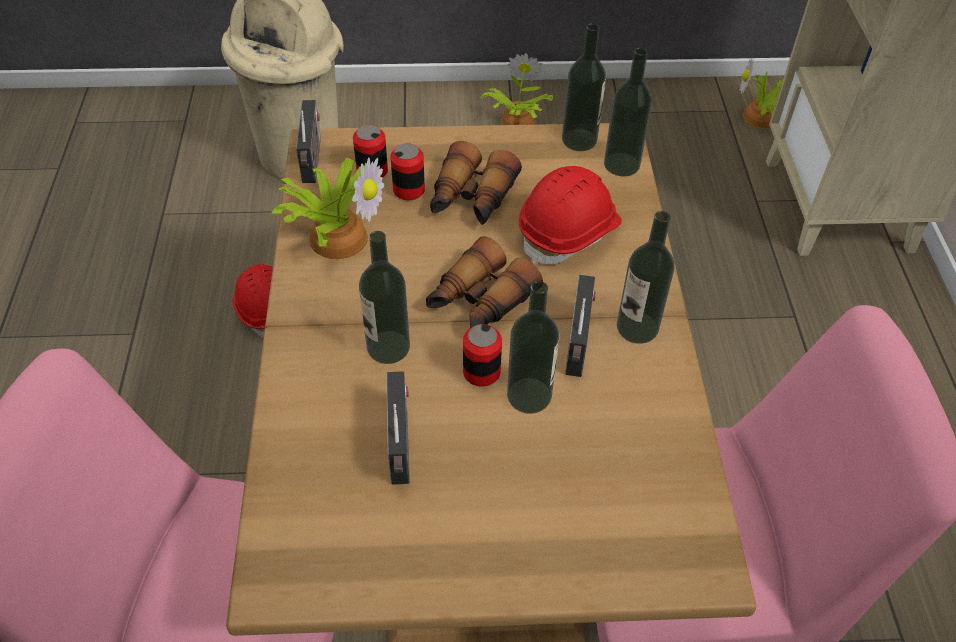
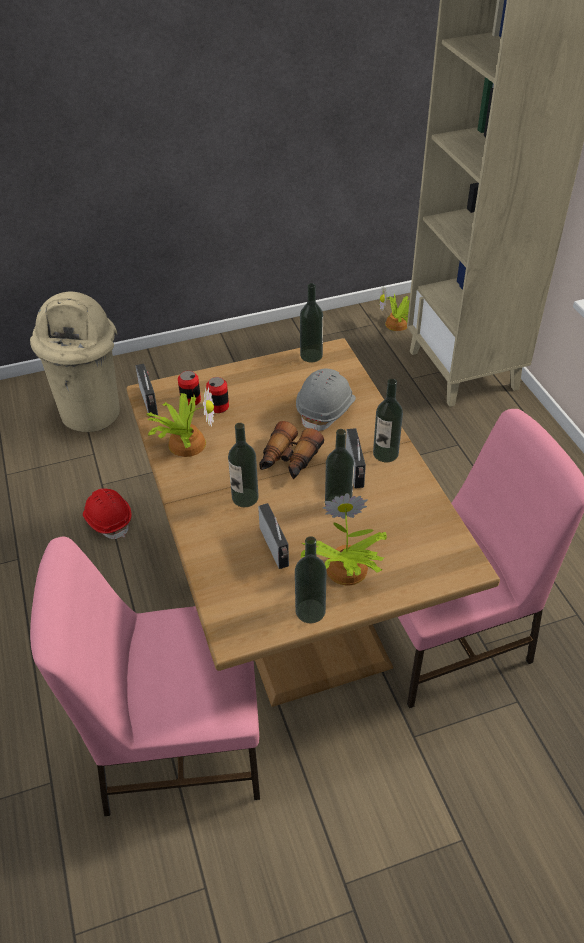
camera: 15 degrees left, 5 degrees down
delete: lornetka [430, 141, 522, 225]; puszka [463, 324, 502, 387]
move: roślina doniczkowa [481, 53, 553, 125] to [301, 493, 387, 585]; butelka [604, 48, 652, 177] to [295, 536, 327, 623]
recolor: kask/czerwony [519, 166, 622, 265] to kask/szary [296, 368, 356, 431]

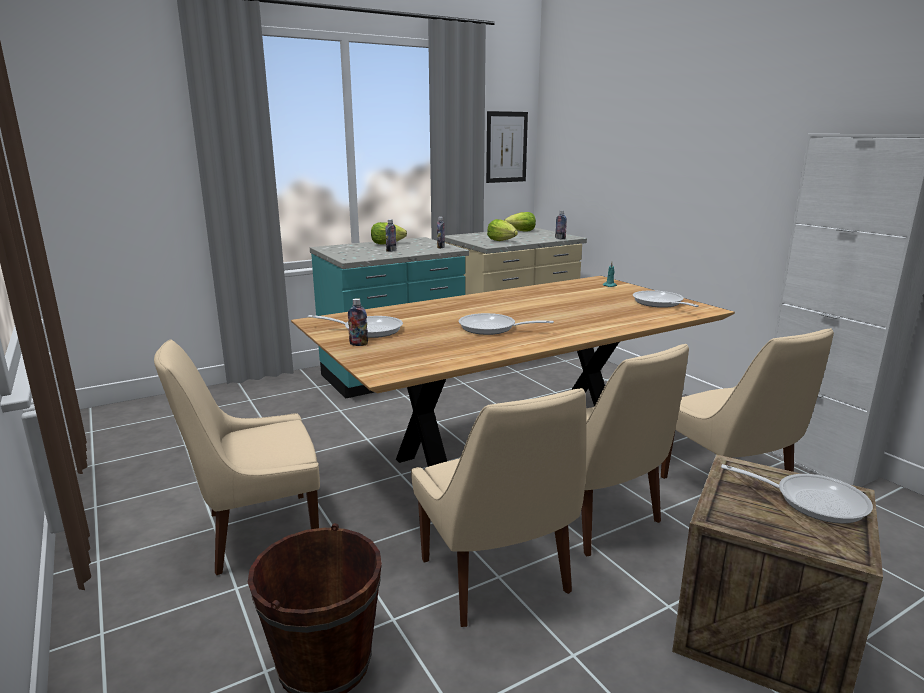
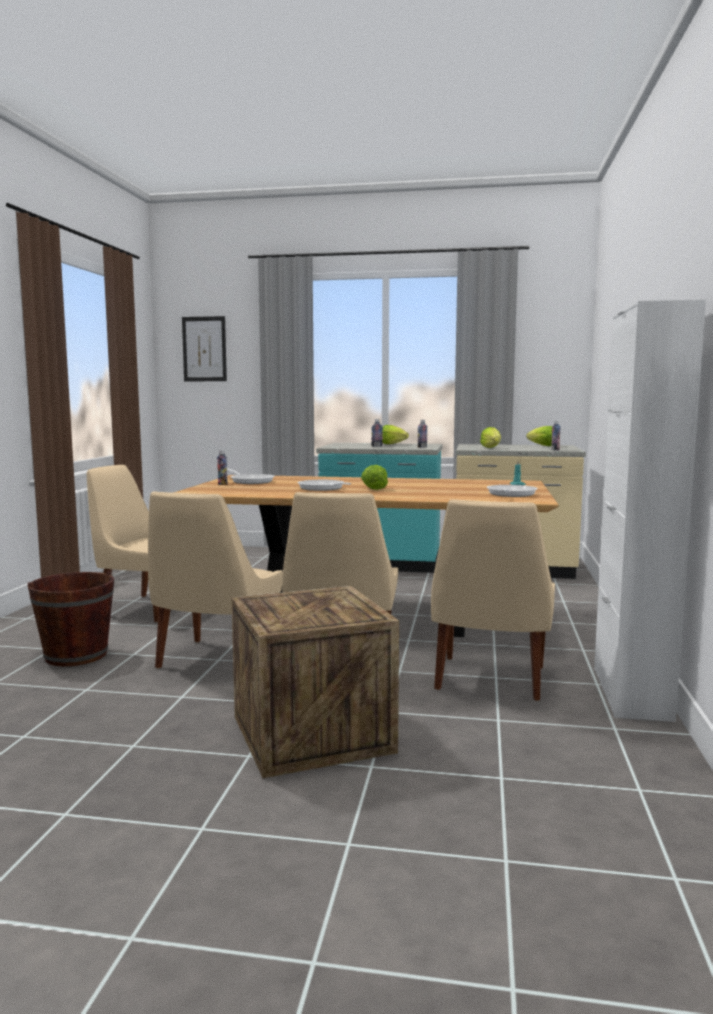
camera: 40 degrees right, 10 degrees down
delete: patelnia [721, 464, 873, 524]
insert: sałata [361, 465, 388, 490]
move: obraz [486, 111, 528, 183] to [182, 316, 227, 381]

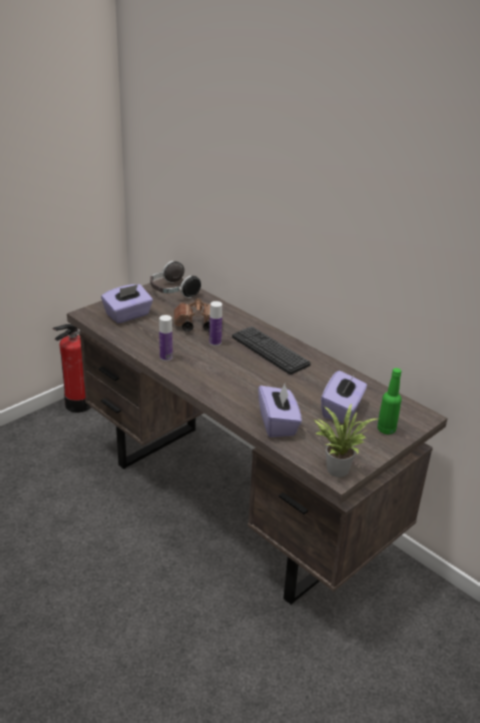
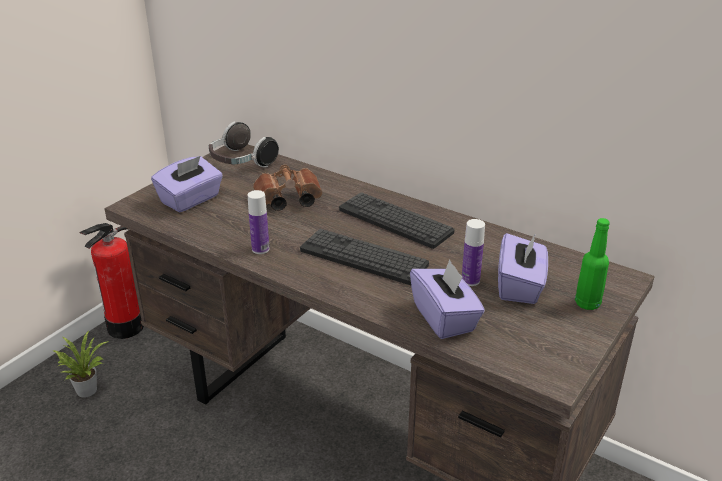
camera: 10 degrees left, 0 degrees up
insert: klawiatura [300, 229, 429, 285]
move: butelka [209, 301, 222, 346] to [462, 219, 485, 286]; roślina doniczkowa [314, 403, 379, 477] to [51, 330, 109, 398]

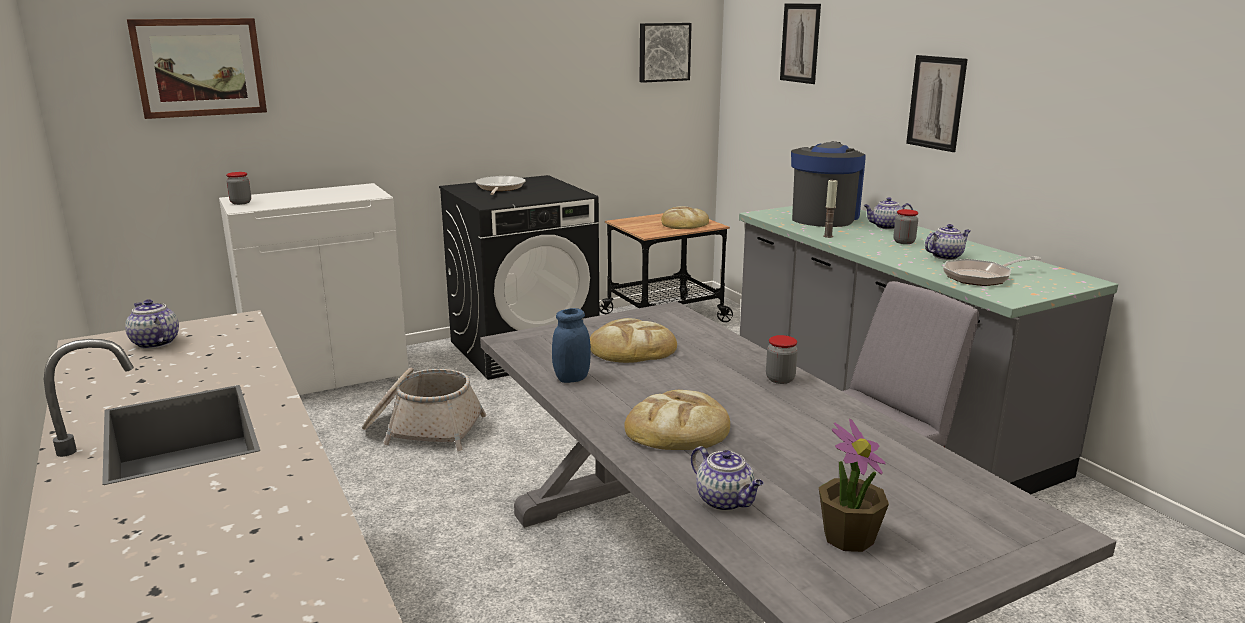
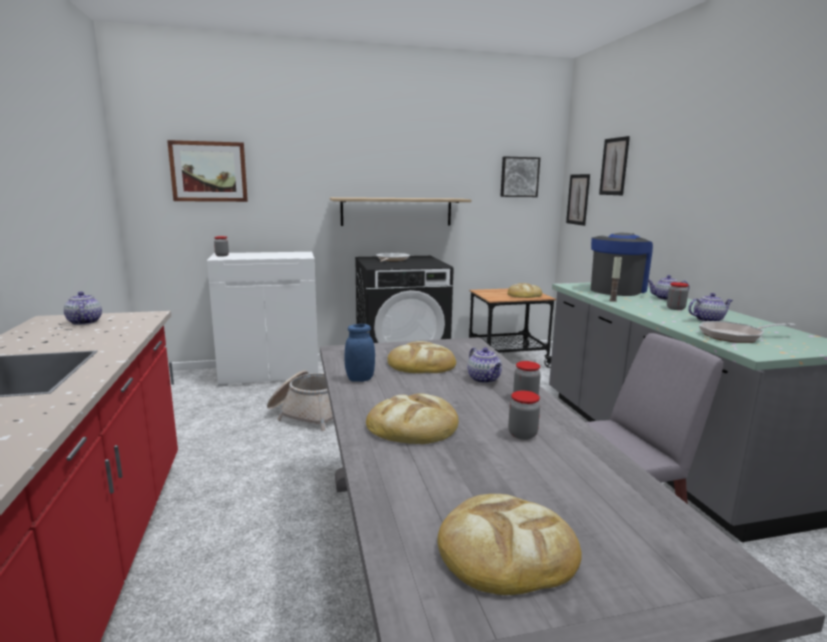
camera: 15 degrees right, 5 degrees down
insert: półka [330, 197, 471, 226]; słoik [508, 391, 540, 440]
move: imbryk [691, 446, 764, 511] to [467, 348, 502, 383]; obraz [906, 55, 968, 152] to [566, 174, 590, 226]
replace: roślina doniczkowa [819, 419, 889, 552] to chleb [437, 494, 582, 595]

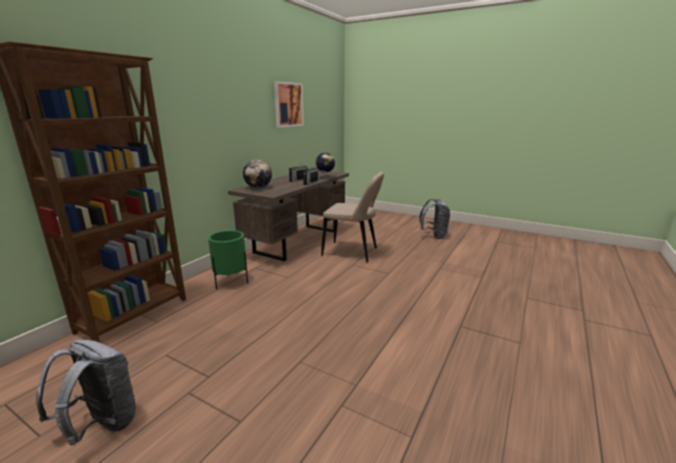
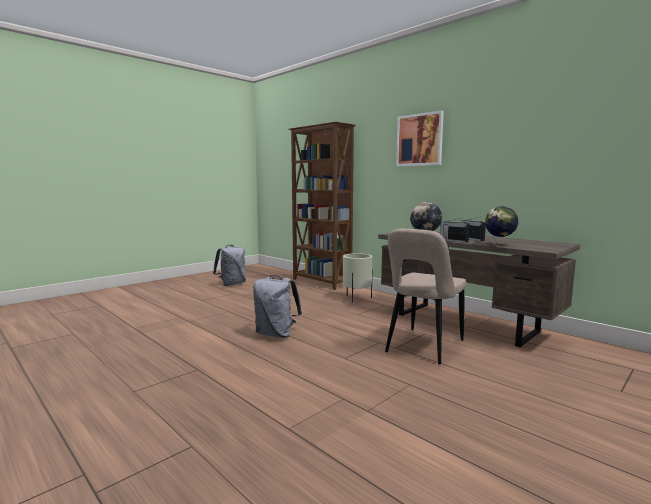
camera: 105 degrees right, 10 degrees down
move: obraz [274, 81, 304, 128] to [396, 110, 444, 166]; plecak/szary [419, 198, 450, 239] to [253, 275, 302, 338]
recolor: donica/zielony [208, 230, 248, 289] to donica/beżowy [343, 253, 372, 303]

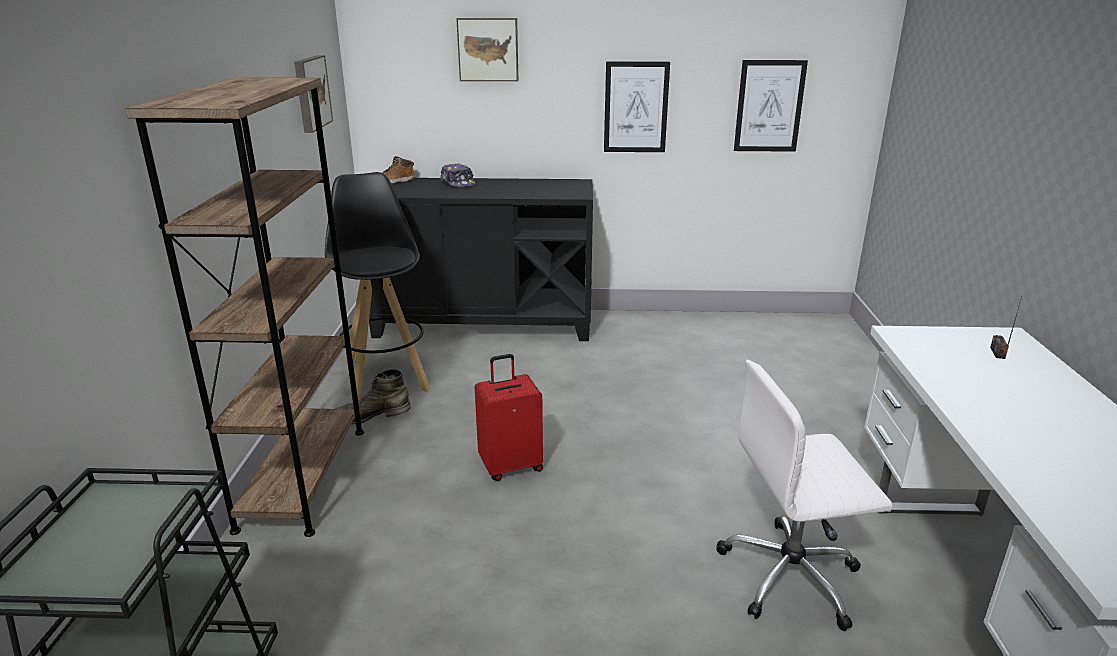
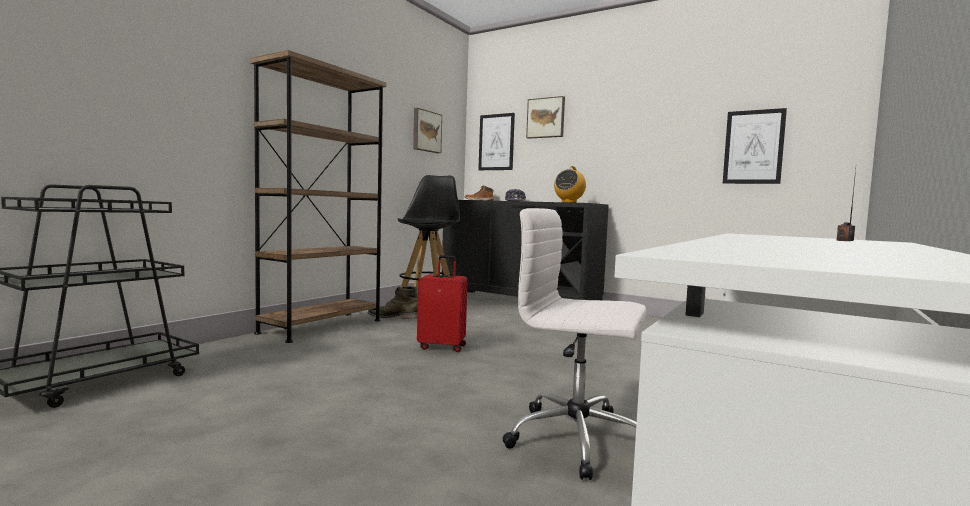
camera: 30 degrees right, 20 degrees down
insert: radio [554, 166, 586, 203]
move: obraz [604, 61, 670, 152] to [478, 113, 515, 170]

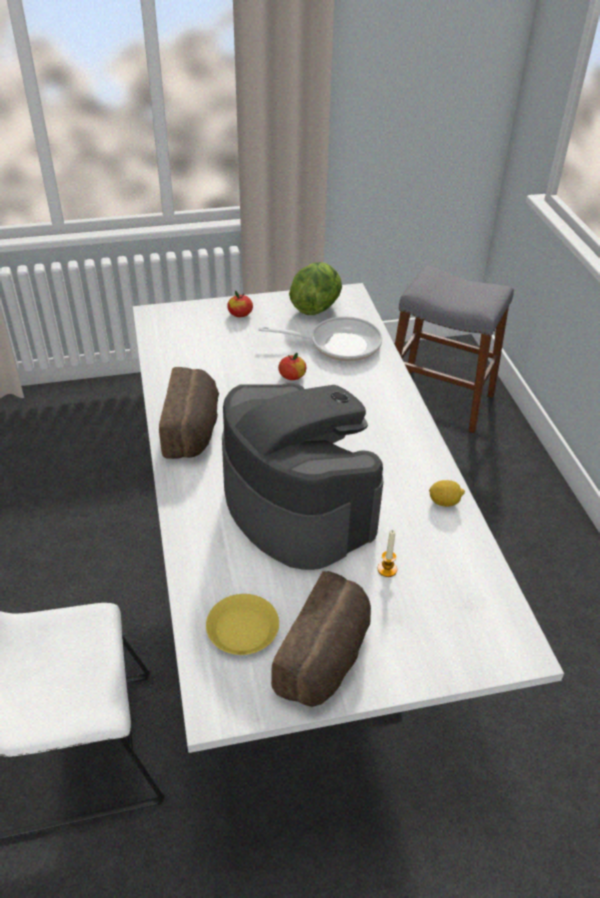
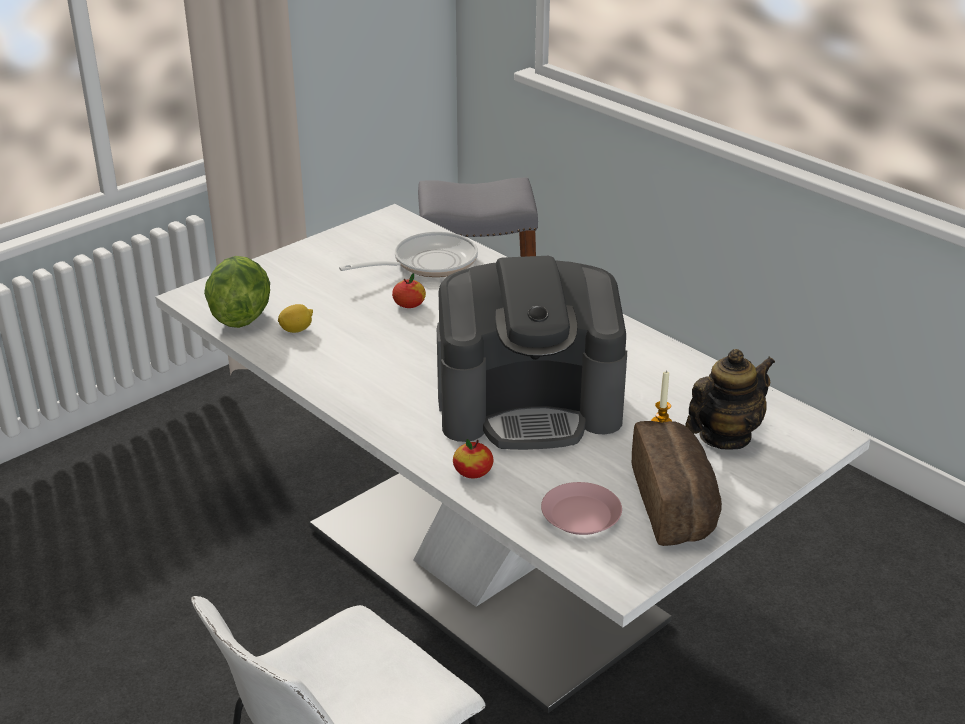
camera: 30 degrees left, 10 degrees down
delete: chleb [159, 367, 219, 459]
insert: imbryk [685, 349, 775, 450]
move: jabłko [227, 291, 253, 317] to [453, 439, 494, 478]; sałata [289, 262, 342, 315] to [204, 256, 270, 328]; cytryna [429, 480, 465, 507] to [278, 304, 313, 333]
recolor: talerz/żółty [206, 594, 279, 655] to talerz/różowy [541, 482, 622, 535]
rotate: ekspres do kawy [222, 383, 384, 570] = [437, 256, 627, 450] 150 degrees clockwise

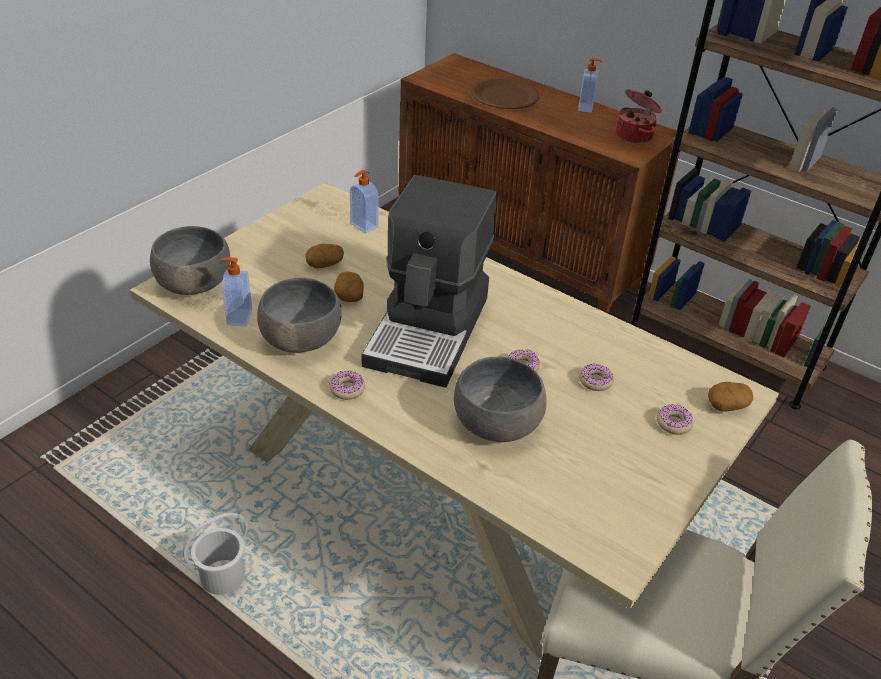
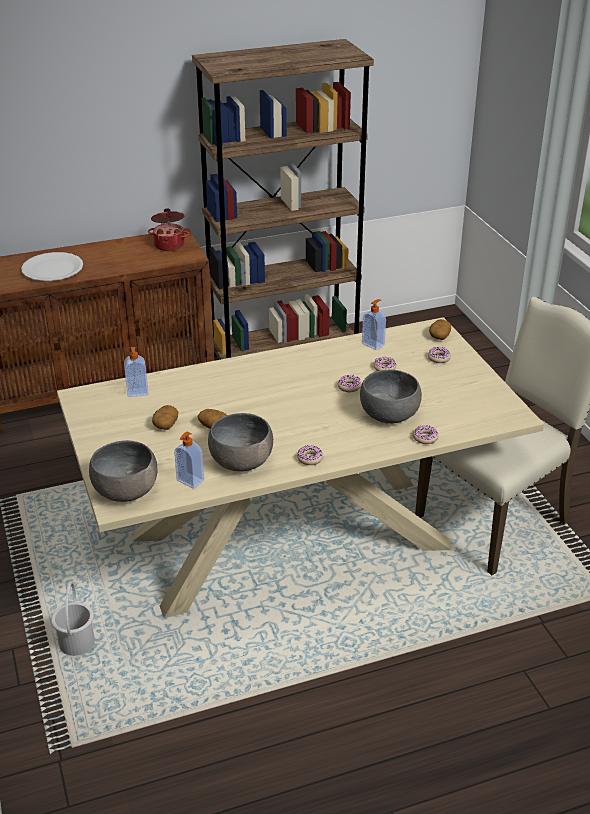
camera: 55 degrees left, 5 degrees down
delete: ekspres do kawy [361, 175, 497, 388]
insert: donut [413, 425, 439, 444]
move: wiadro/biały [183, 513, 248, 595] to [52, 582, 95, 656]; dozownik mydła [578, 58, 602, 113] to [362, 299, 386, 350]
recolor: talerz/brązowy [471, 78, 539, 109] to talerz/biały [21, 252, 83, 281]

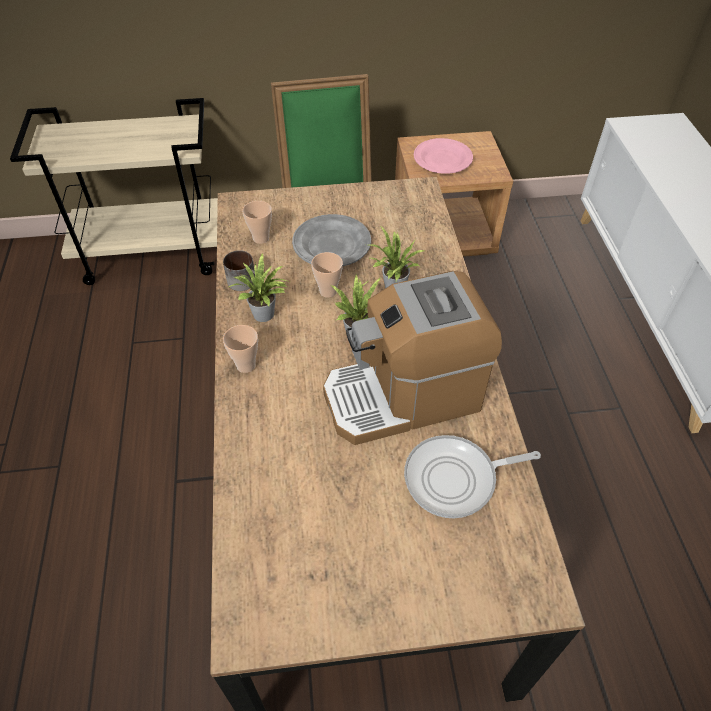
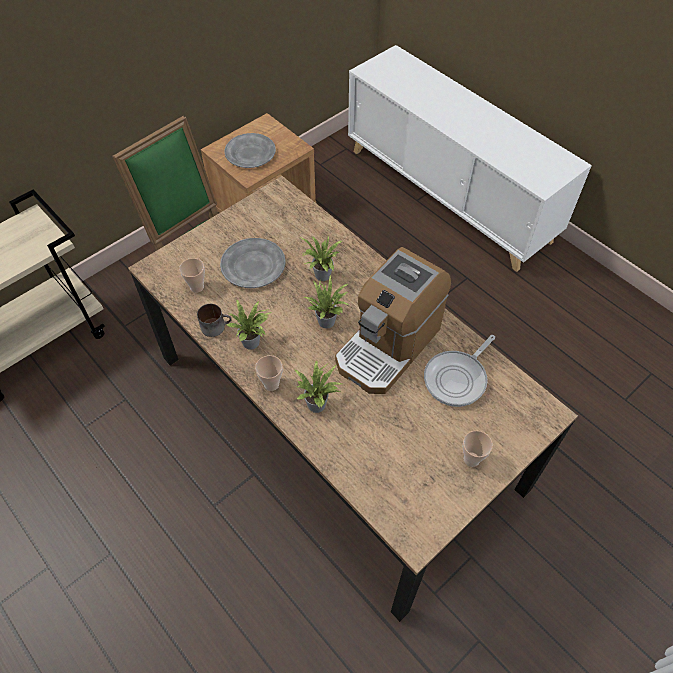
camera: 35 degrees left, 5 degrees up
insert: roślina doniczkowa [294, 360, 342, 413]
move: filiżanka [311, 252, 343, 297] to [463, 431, 493, 467]
recolor: talerz/różowy [414, 138, 473, 174] to talerz/szary [225, 133, 276, 168]

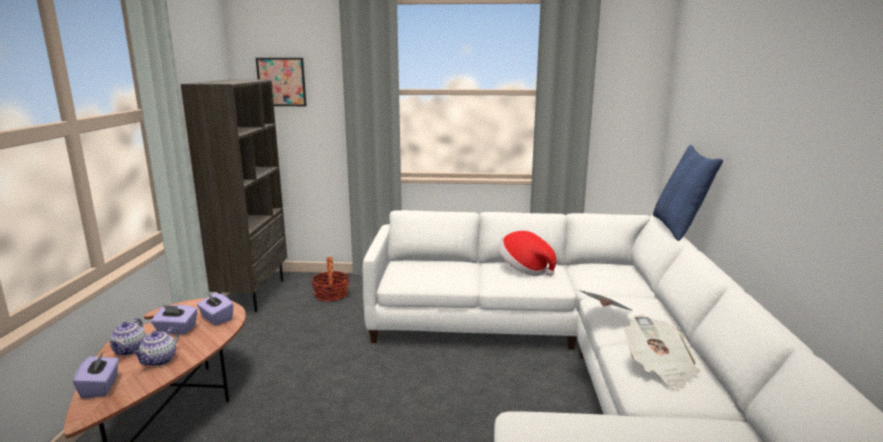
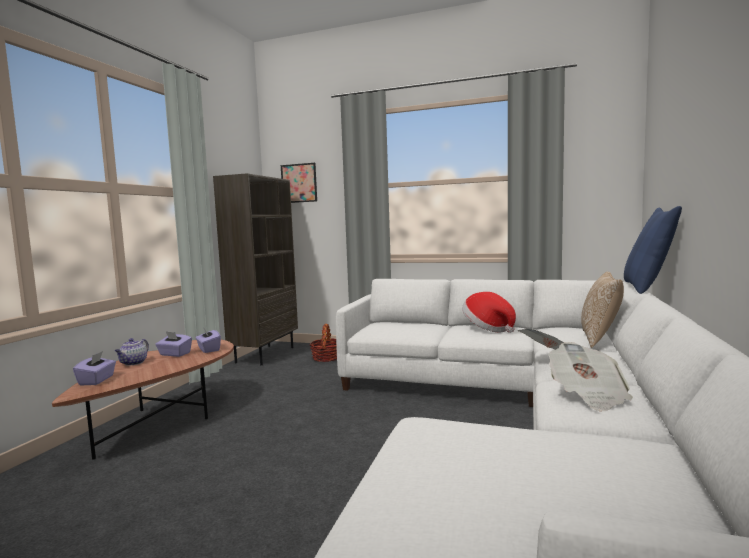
camera: 15 degrees right, 10 degrees down
delete: imbryk [133, 327, 179, 366]
insert: poduszka [581, 271, 624, 348]

